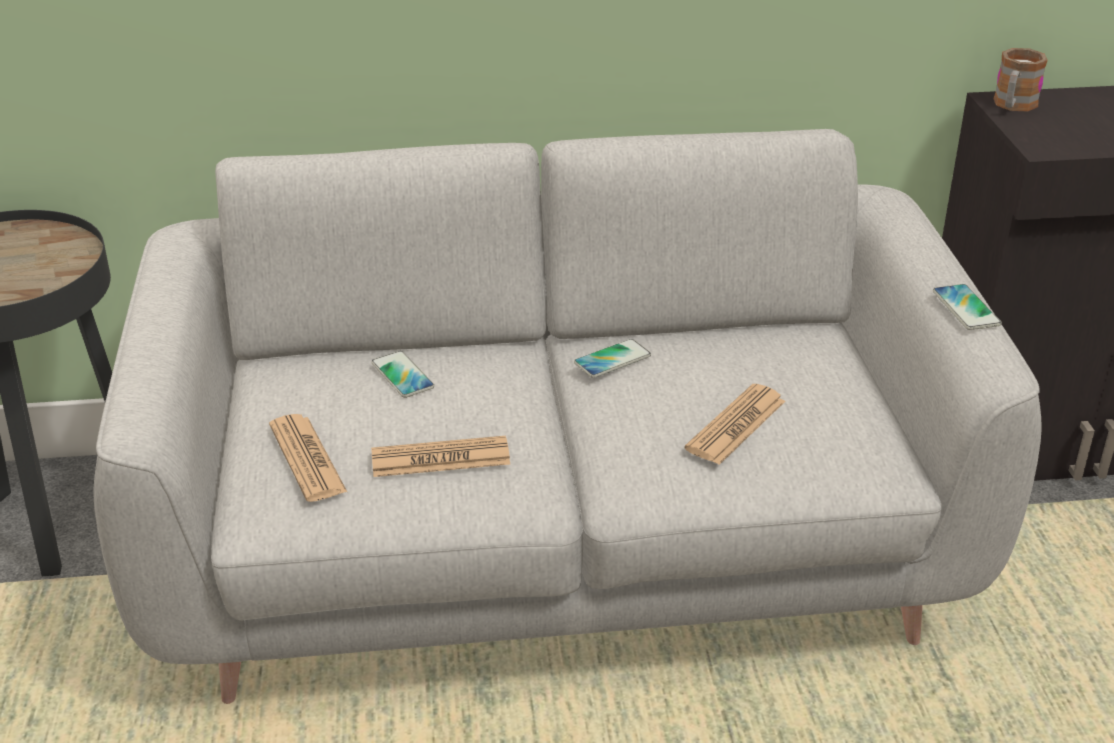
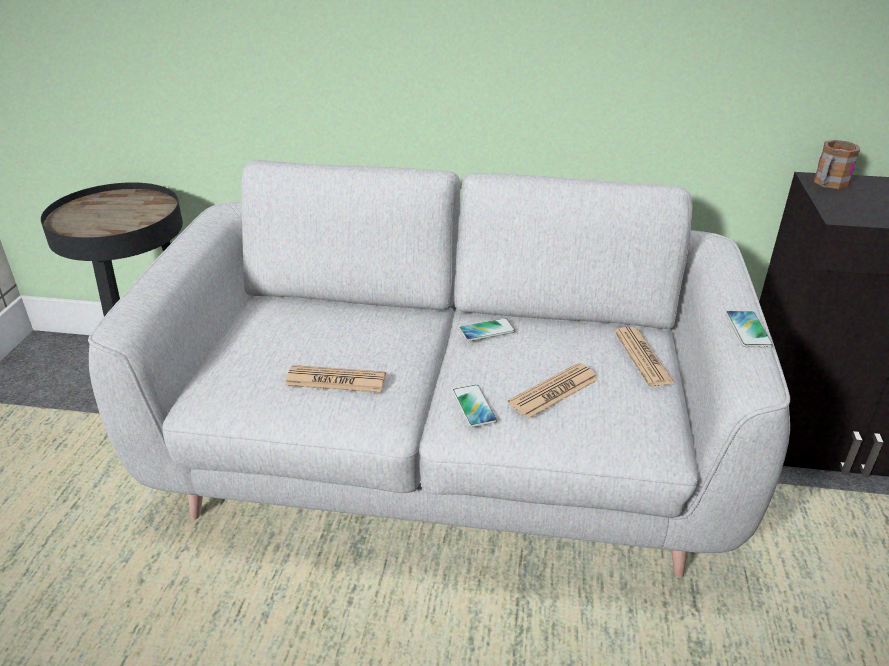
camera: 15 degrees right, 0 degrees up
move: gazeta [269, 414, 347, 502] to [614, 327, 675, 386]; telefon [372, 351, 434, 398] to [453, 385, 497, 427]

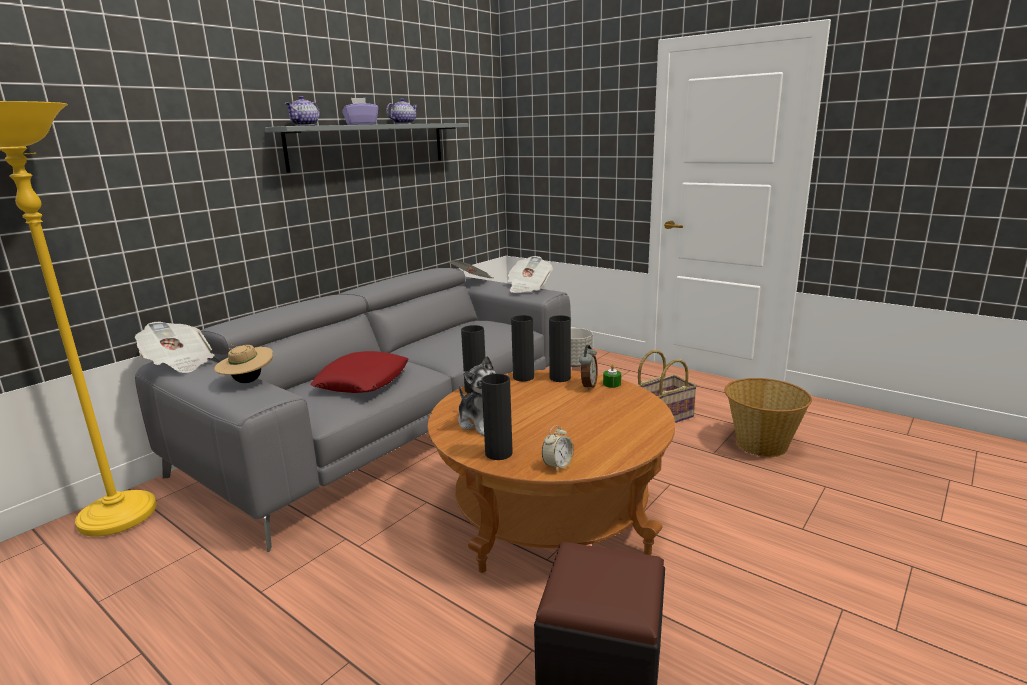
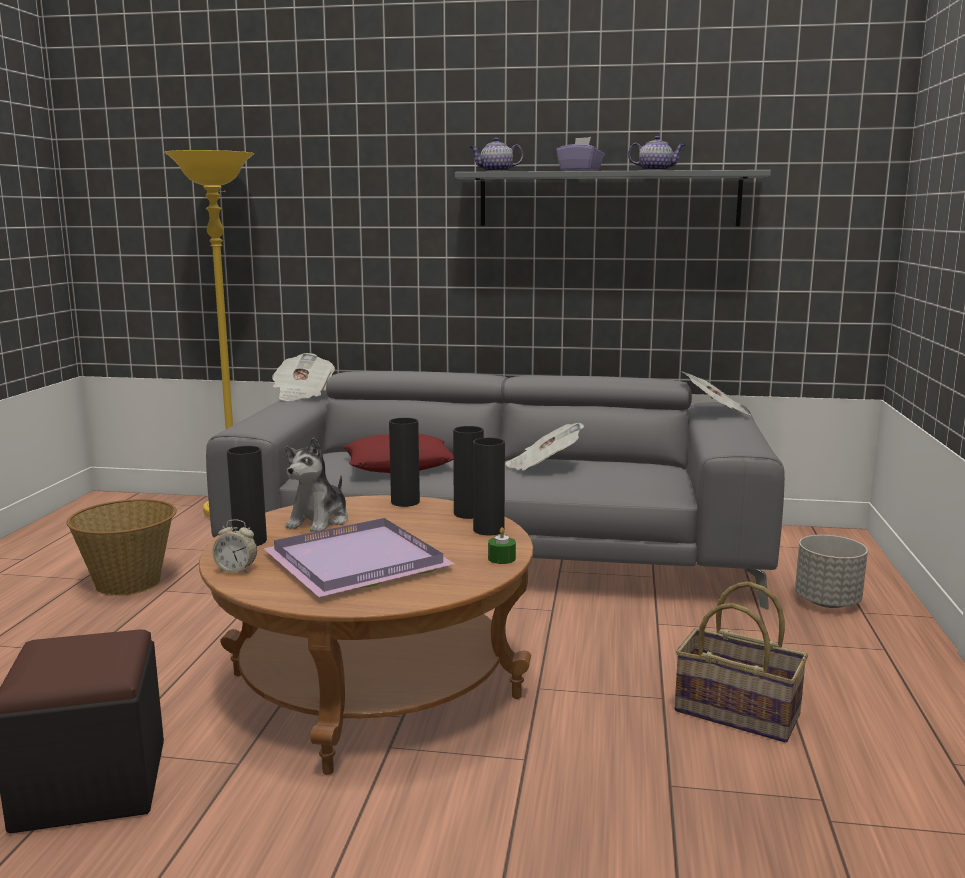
camera: 60 degrees right, 5 degrees down
delete: kapelusz/beżowy [214, 344, 273, 383]; budzik [579, 345, 598, 390]
insert: taca/fioletowy [263, 518, 455, 597]
move: gazeta [507, 256, 553, 293] to [505, 423, 584, 471]; koszyk [724, 378, 812, 457] to [67, 499, 177, 596]

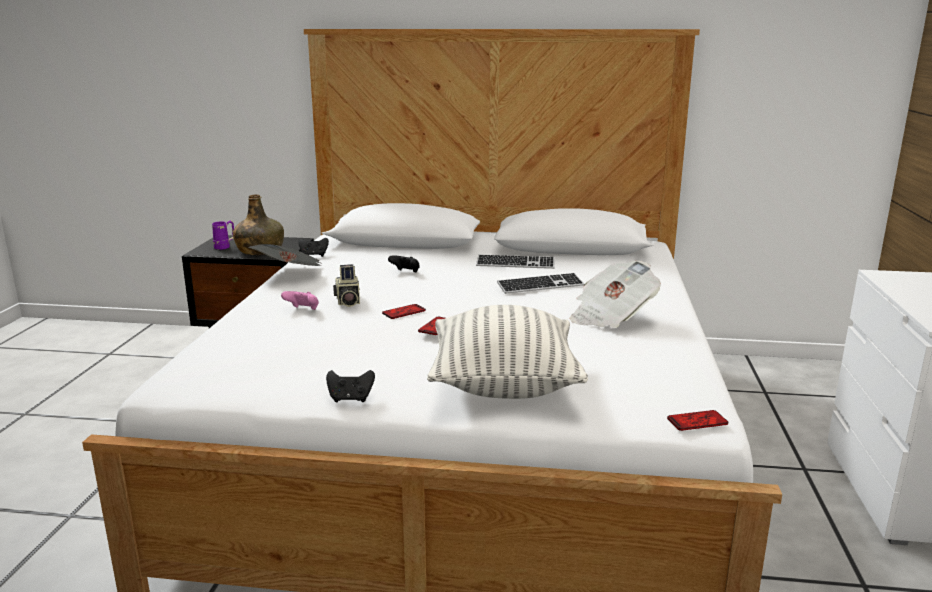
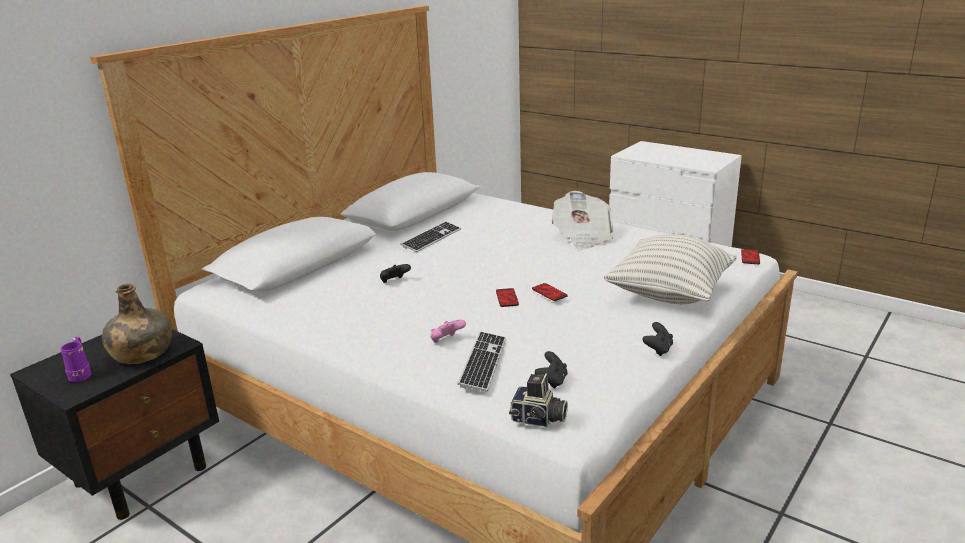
camera: 60 degrees left, 5 degrees up
delete: gazeta [249, 244, 320, 266]
move: pad do gier/czarny [298, 238, 329, 257] to [535, 351, 567, 389]; aparat fotograficzny [333, 264, 360, 307] to [509, 373, 568, 427]; klawiatura [497, 273, 584, 294] to [457, 331, 507, 392]

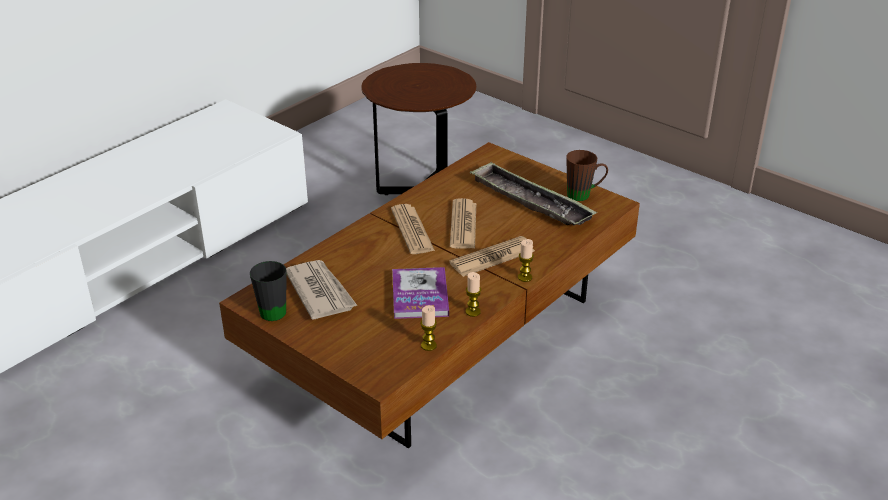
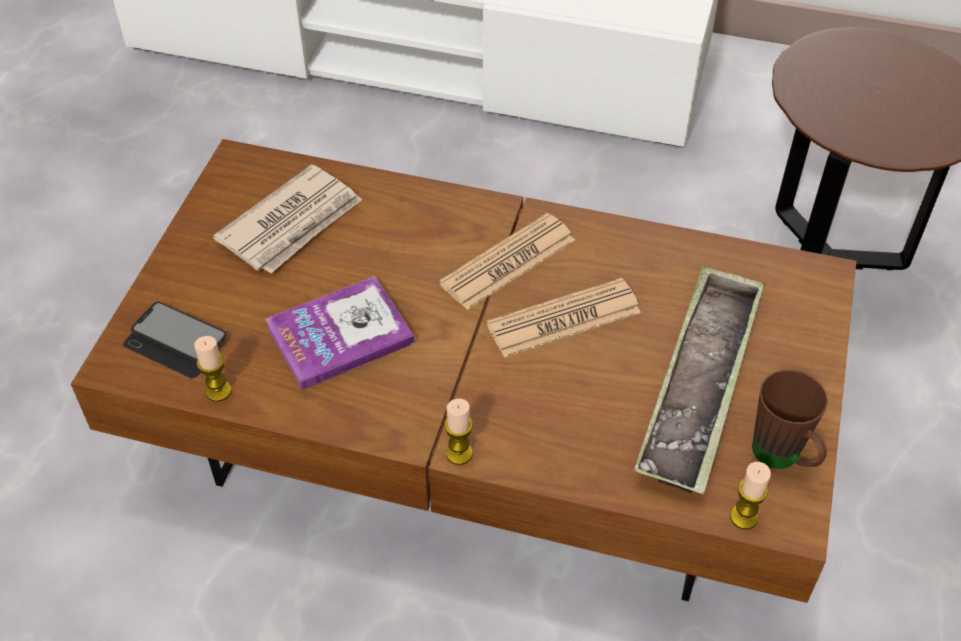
camera: 65 degrees right, 15 degrees up
delete: kubek/czarny [250, 261, 287, 321]; gazeta [449, 236, 535, 277]
insert: telefon [123, 302, 226, 378]
move: świeca [466, 272, 481, 317] to [730, 462, 771, 530]

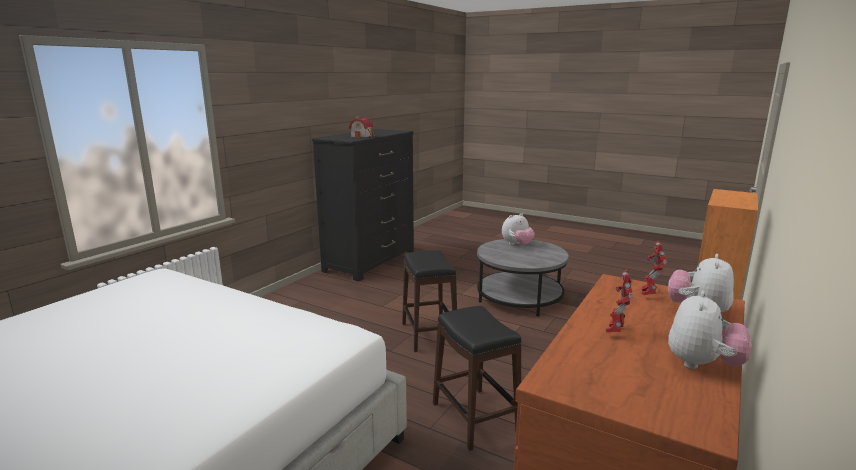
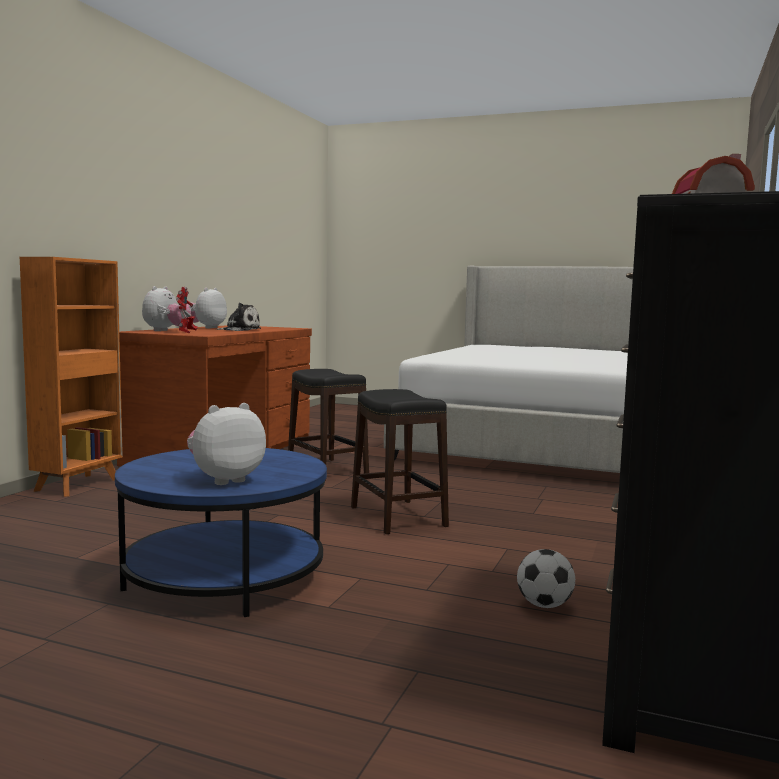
camera: 170 degrees right, 10 degrees down
insert: piłka futbolowa [517, 549, 575, 608]
replace: robot zabawkowy [606, 270, 633, 333] to pluszak [216, 303, 261, 331]
recolor: ława/szary [477, 239, 569, 317] to ława/niebieski [115, 448, 327, 617]

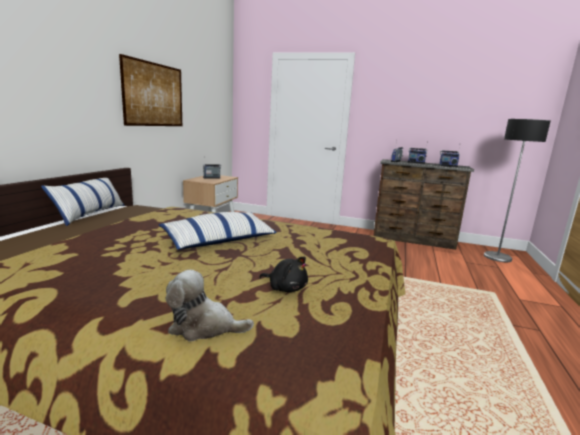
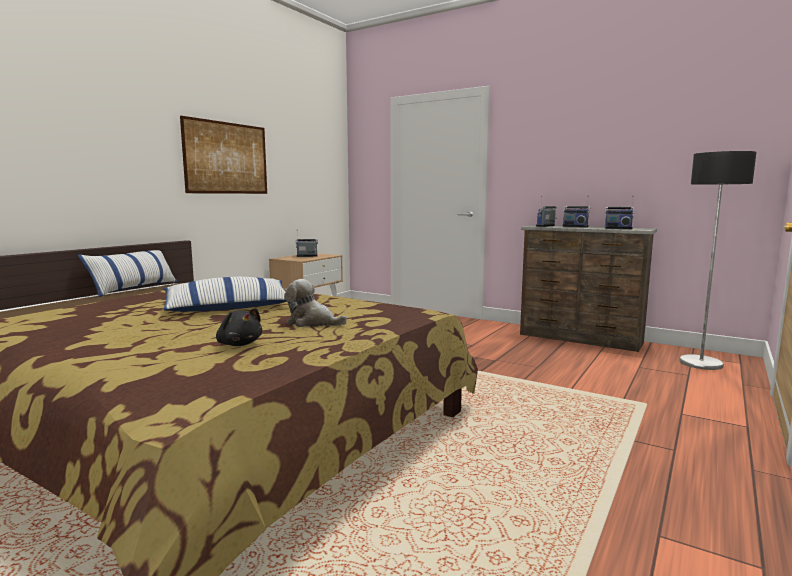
camera: 15 degrees right, 5 degrees down
move: pluszak [166, 270, 254, 341] to [284, 279, 347, 327]

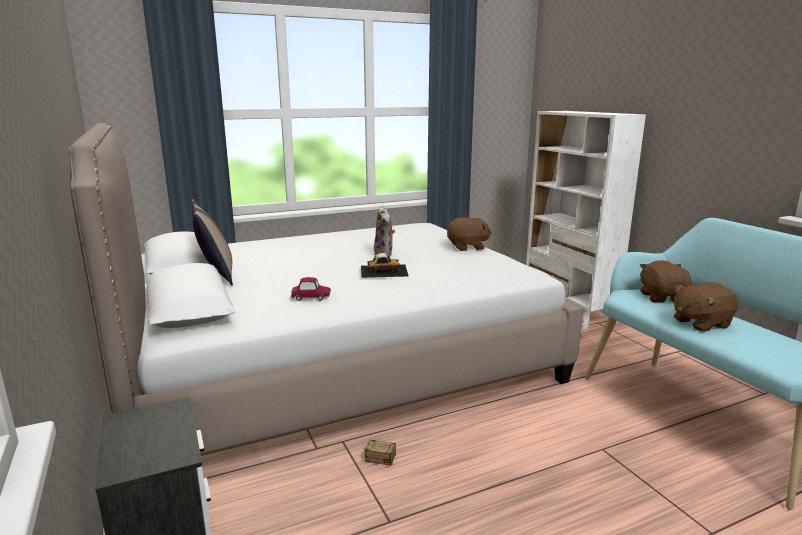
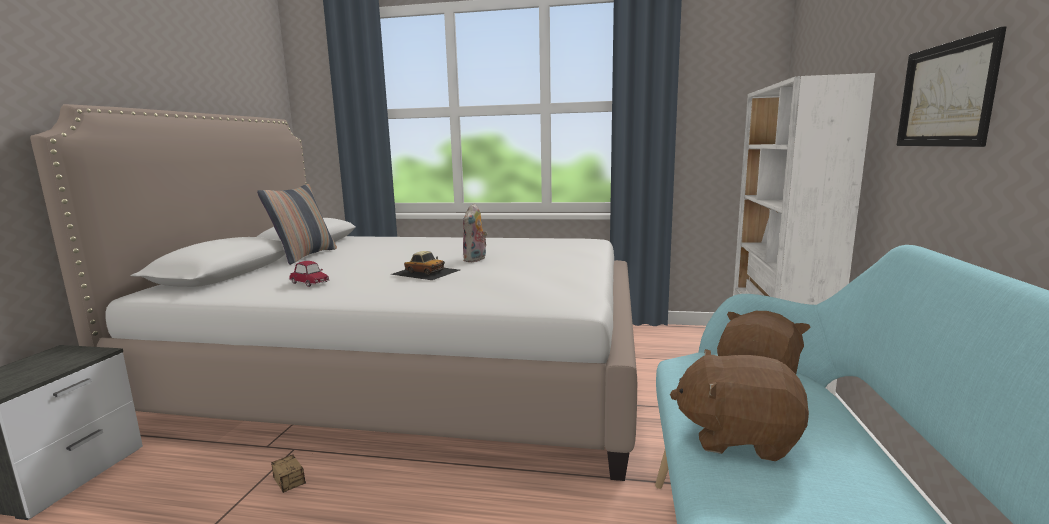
camera: 35 degrees right, 5 degrees down
delete: pluszak/brązowy [447, 217, 491, 251]
insert: obraz [896, 26, 1007, 147]

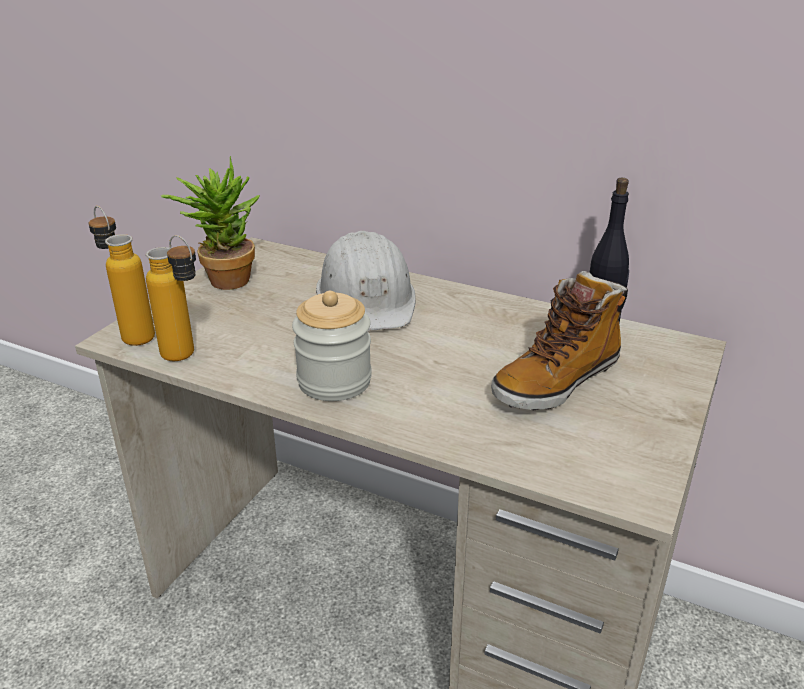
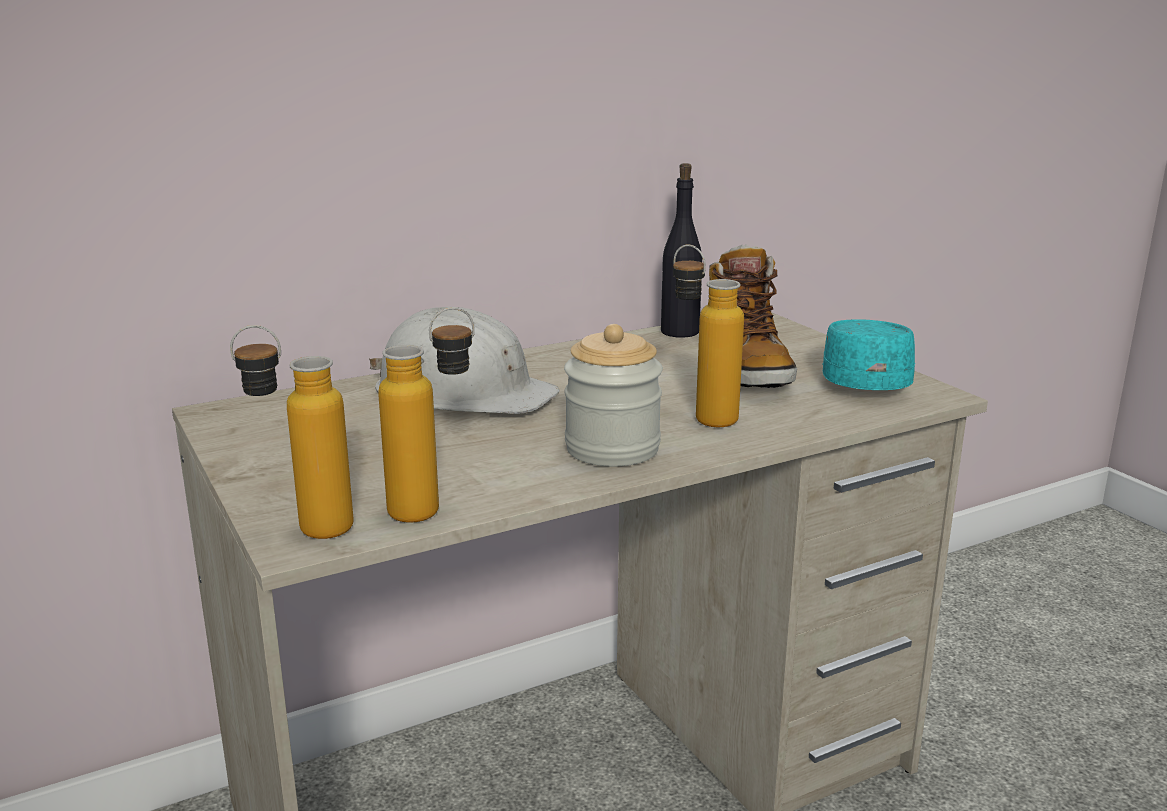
camera: 55 degrees left, 10 degrees down
delete: roślina doniczkowa [161, 156, 260, 290]
insert: butelka [673, 244, 744, 427]; czapka z daszkiem/turkusowy [822, 319, 915, 390]

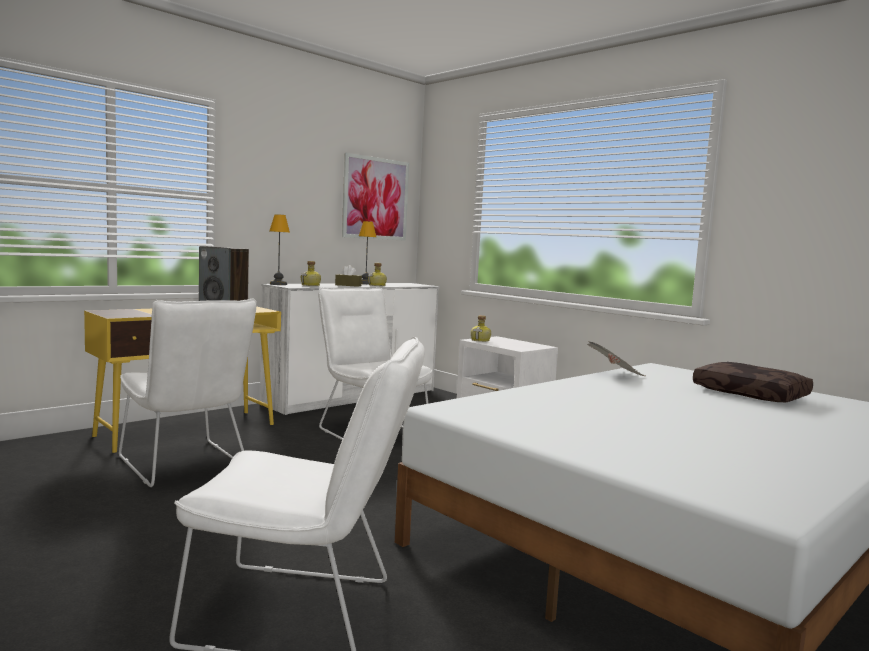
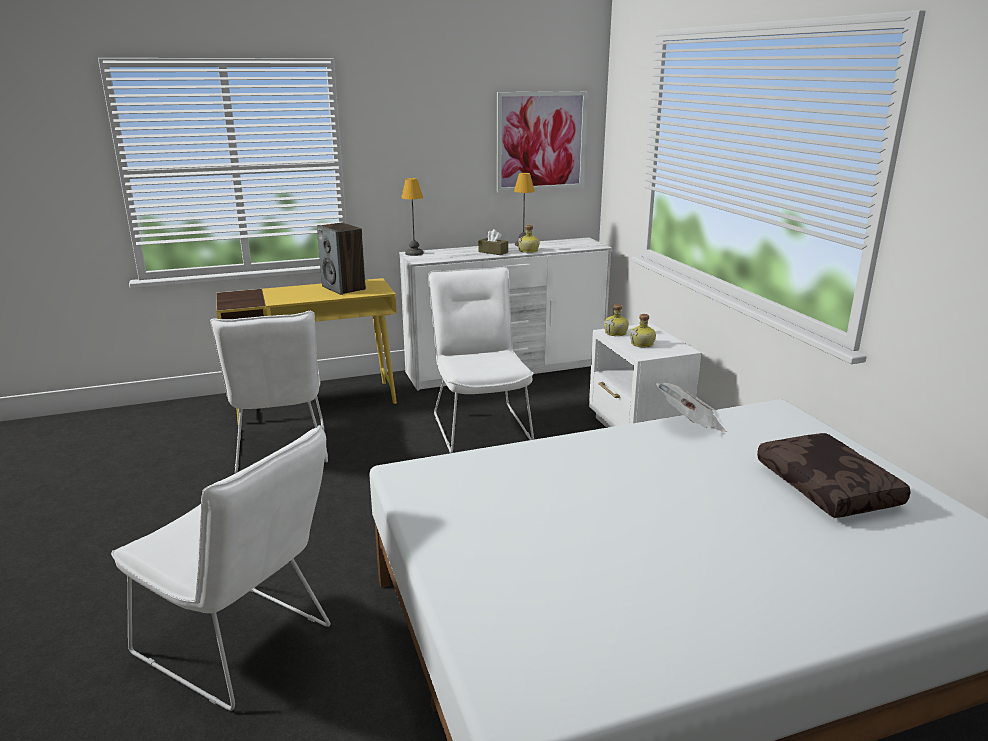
camera: 25 degrees right, 15 degrees up
move: butelka [301, 261, 321, 286] to [630, 314, 656, 347]

